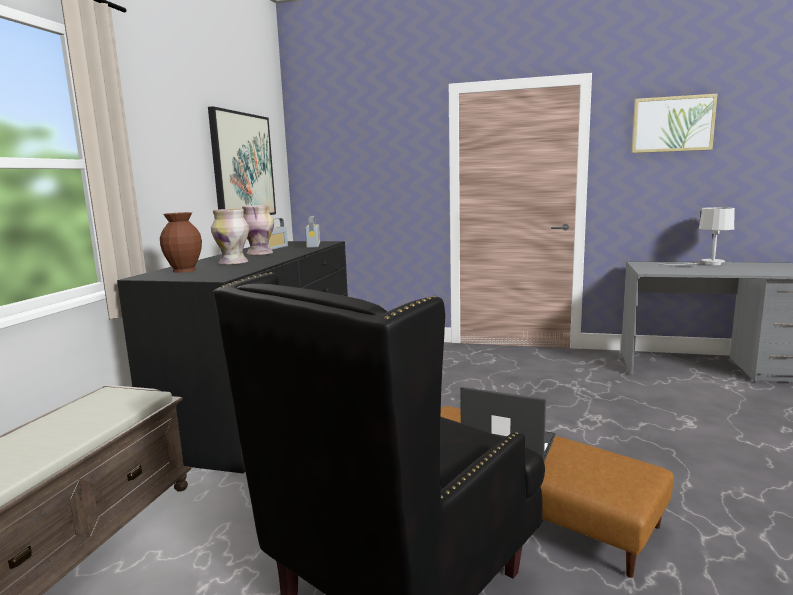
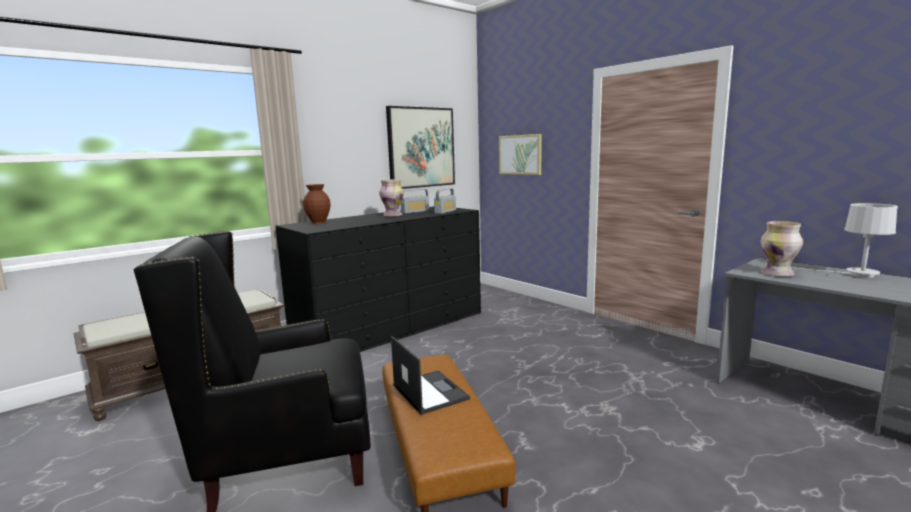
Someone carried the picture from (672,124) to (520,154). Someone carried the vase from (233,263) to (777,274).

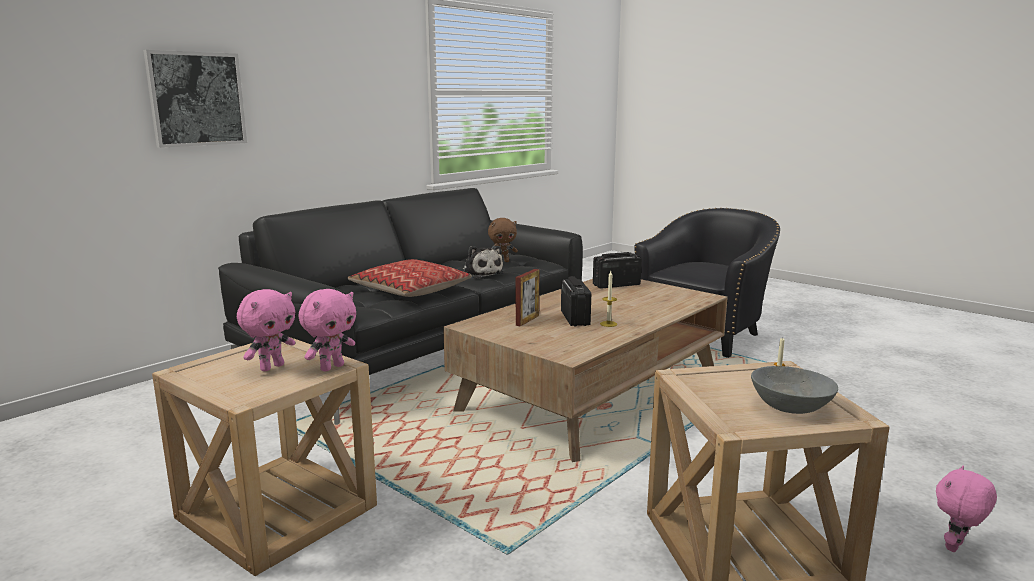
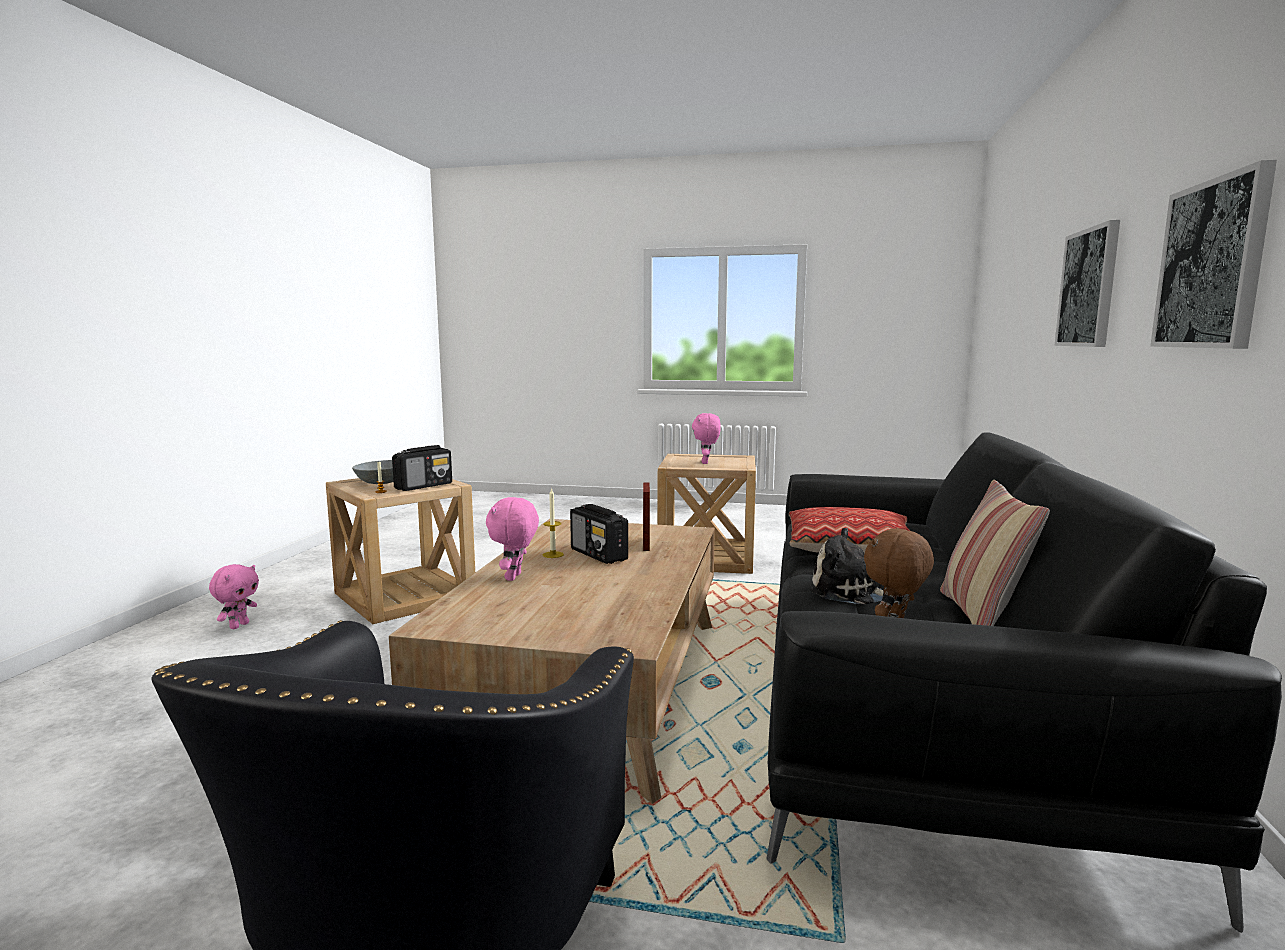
Someone carried the radio from (615,285) to (424,486). Someone carried the pink plush toy from (331,367) to (514,577). Someone put up the picture at (1212,265). Someone put down the pillow at (981,616).

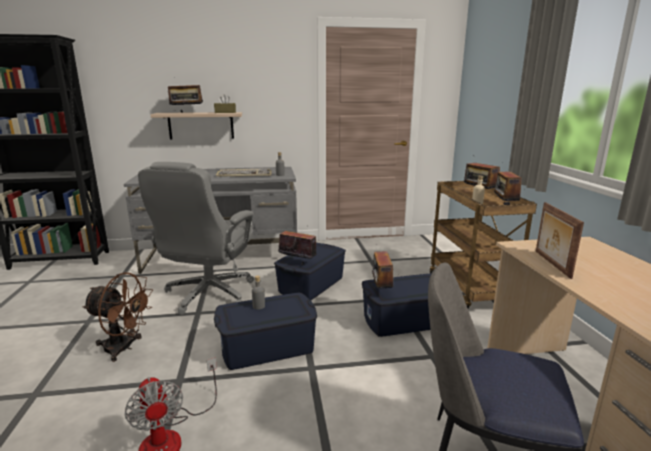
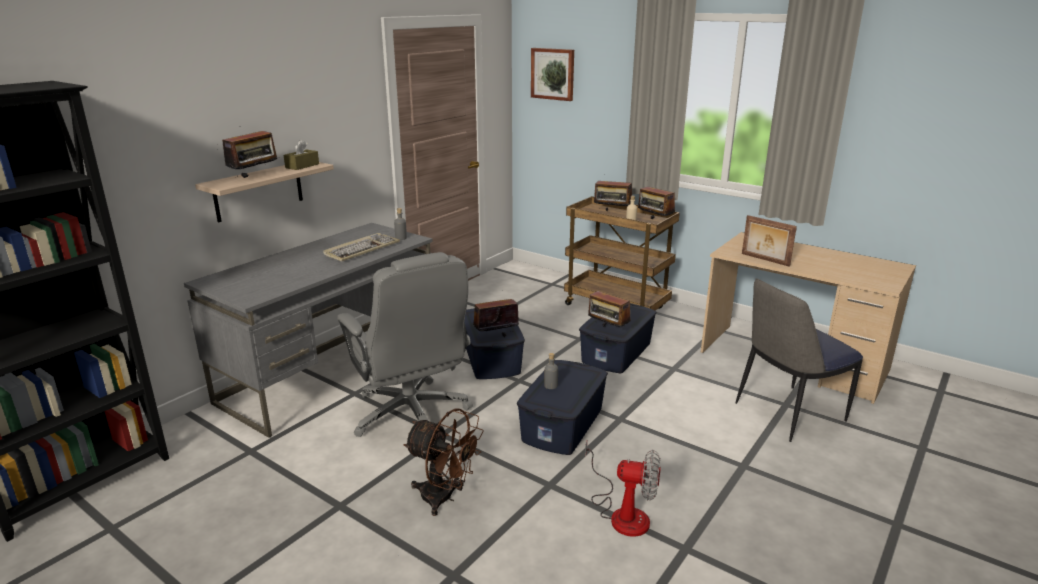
Someone rotated the brown fan at (124,348) by 60 degrees clockwise. Someone put up the picture at (553,74).

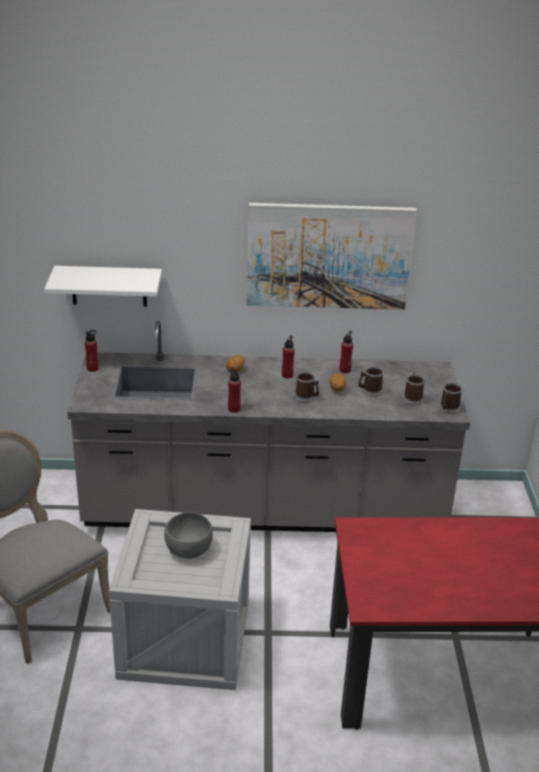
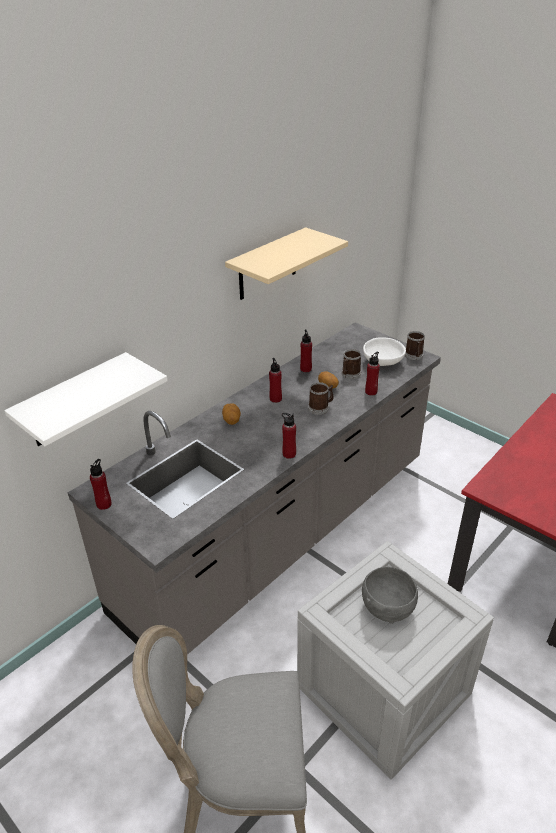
Someone swapped the picture at (328,256) for the beige shelf at (267,265). Someone swapped the mug at (412,398) for the white bowl at (382,362). Someone put down the red bottle at (371,392).

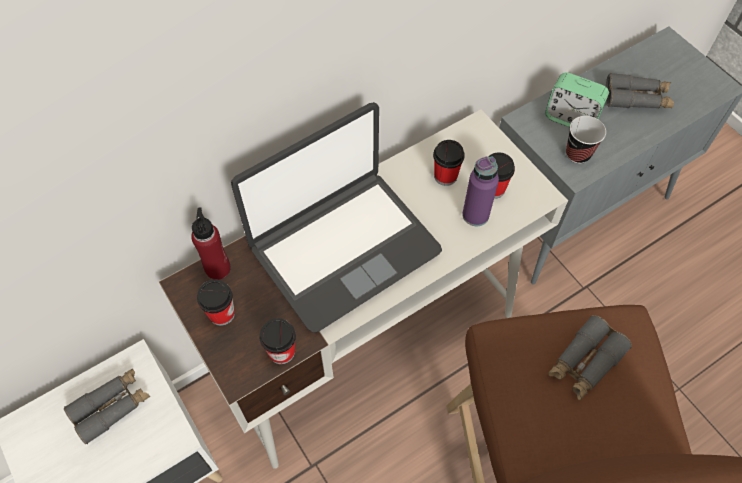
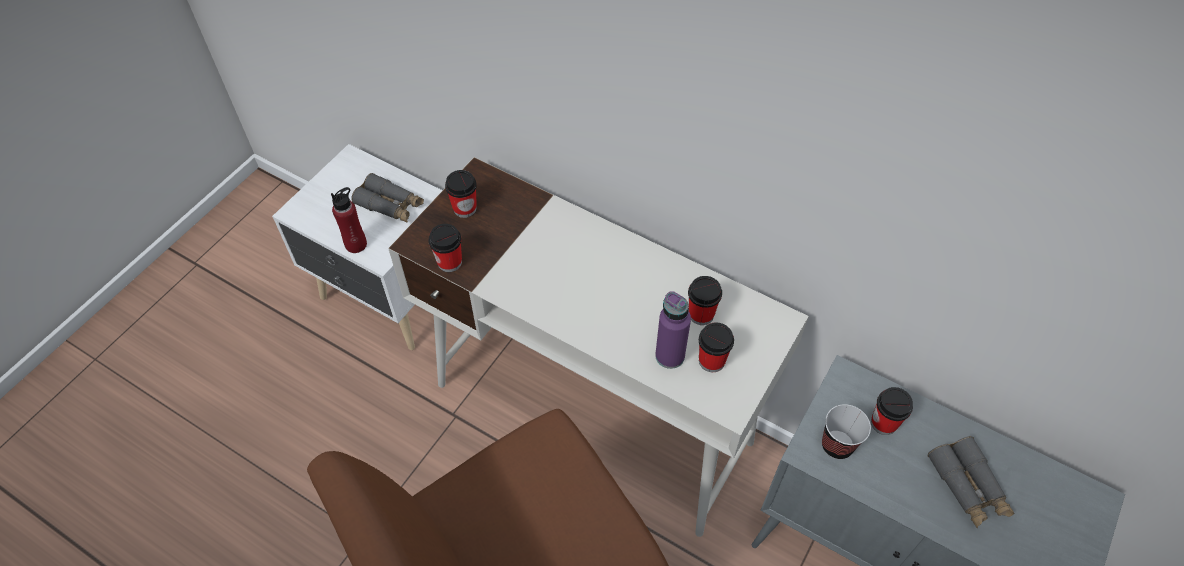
Someone swapped the alarm clock at (570,118) for the cup at (883,423). Someone took away the laptop at (343,248). Someone carried the red bottle from (218,268) to (356,244). Someone took away the grey binoculars at (585,362).

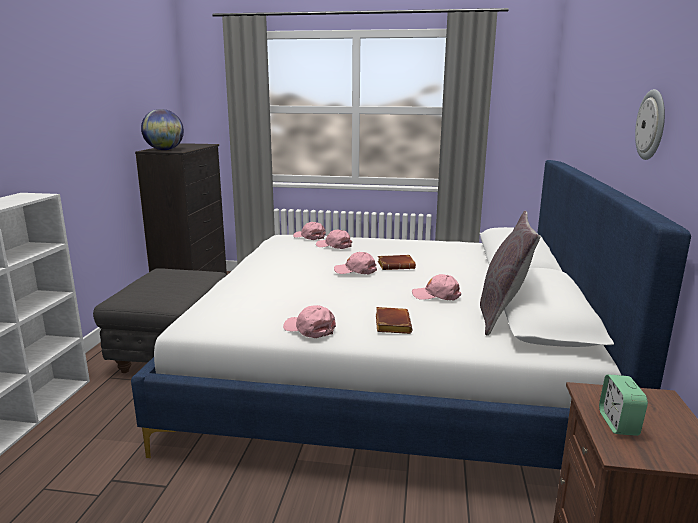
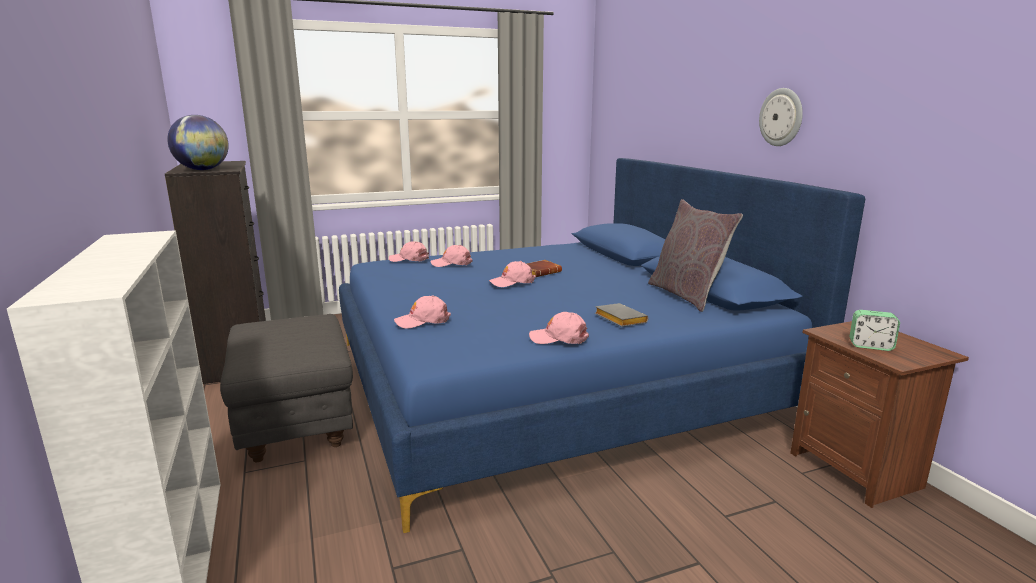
Someone repainted the white bed at (391,371), which became the blue bed at (550,380). Someone carried the pink cap from (436,295) to (423,320). Someone repainted the brown book at (391,324), which became the grey book at (618,319). Someone rotated the alarm clock at (618,424) by 45 degrees counterclockwise.

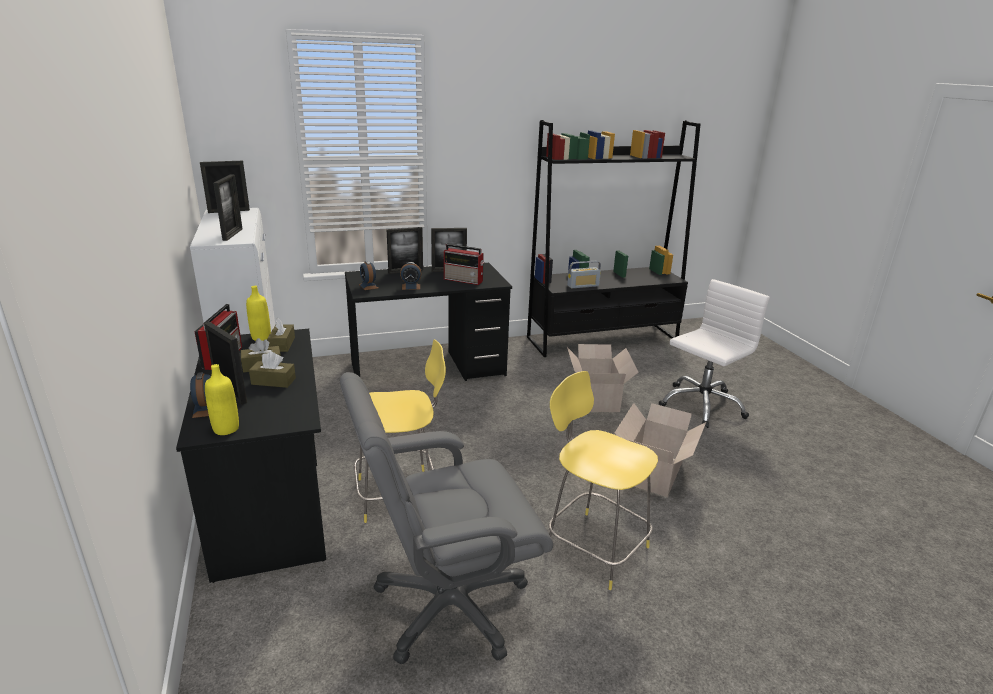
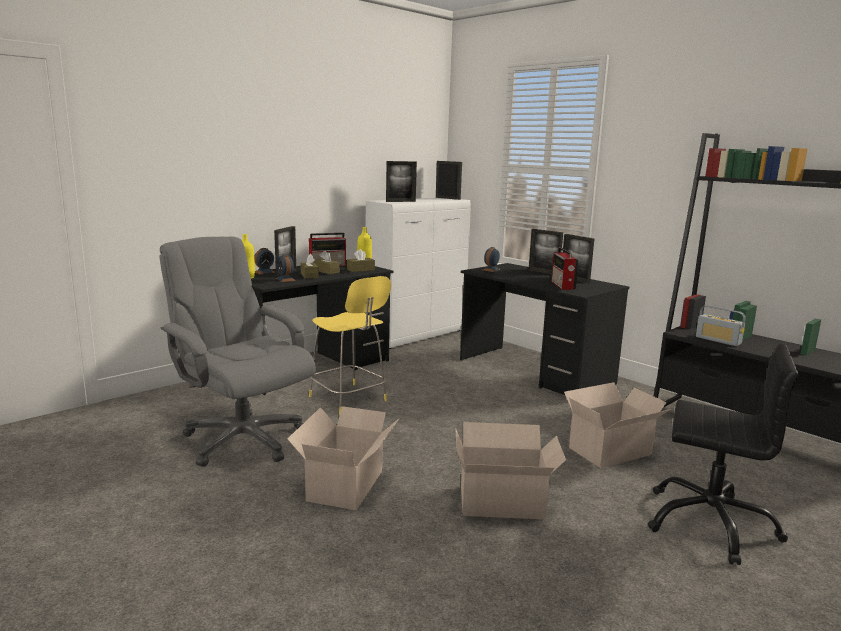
Someone carried the alarm clock from (411,287) to (285,279). Someone repainted the white office chair at (701,405), which became the black office chair at (710,523). Someone swapped the yellow stool at (594,546) for the cardboard box at (347,484).

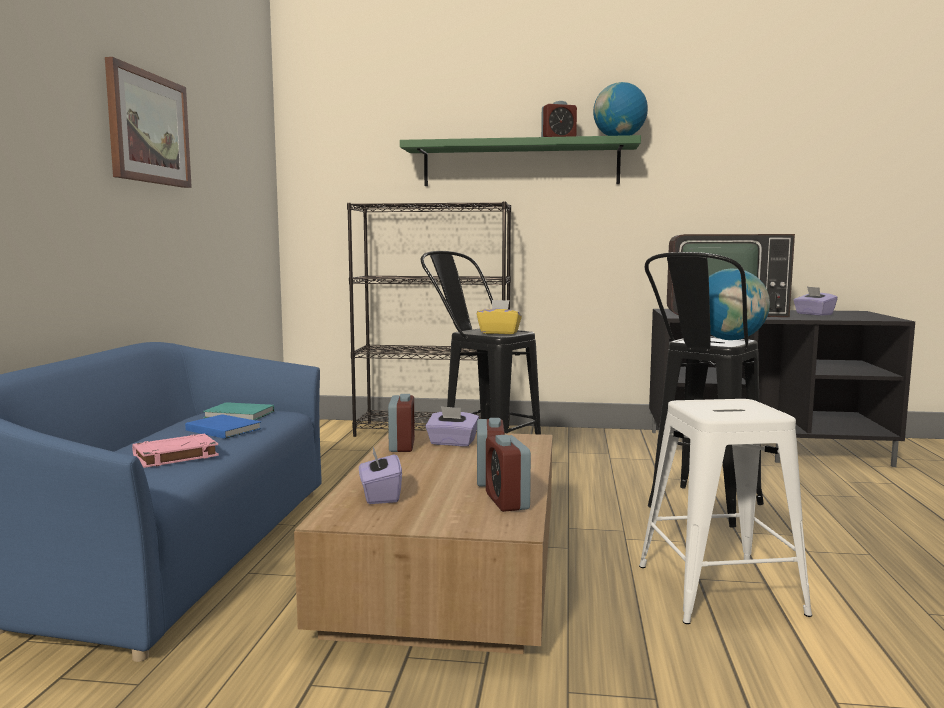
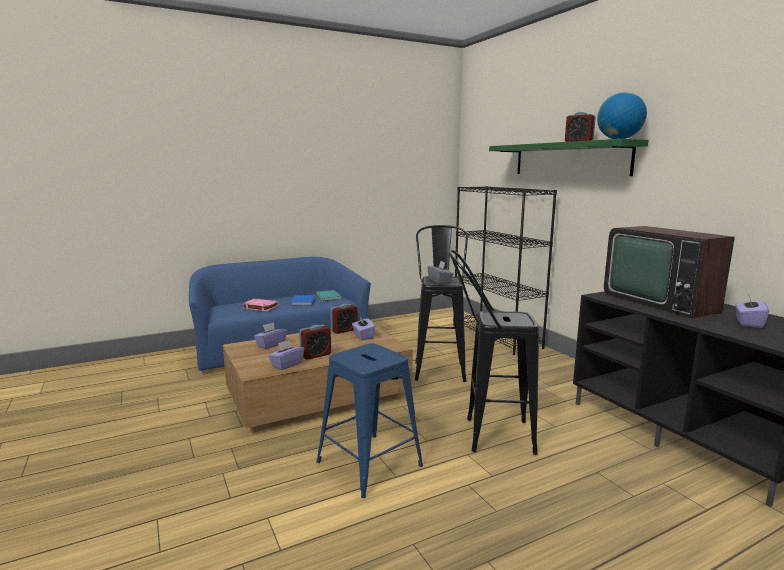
Someone took away the picture at (148,128). Someone took away the globe at (729,340). Someone repainted the yellow tissue box at (499,332), which became the grey tissue box at (440,281). Someone repainted the white stool at (719,590), which became the blue stool at (368,463). Someone swapped the alarm clock at (507,501) for the purple tissue box at (287,365).

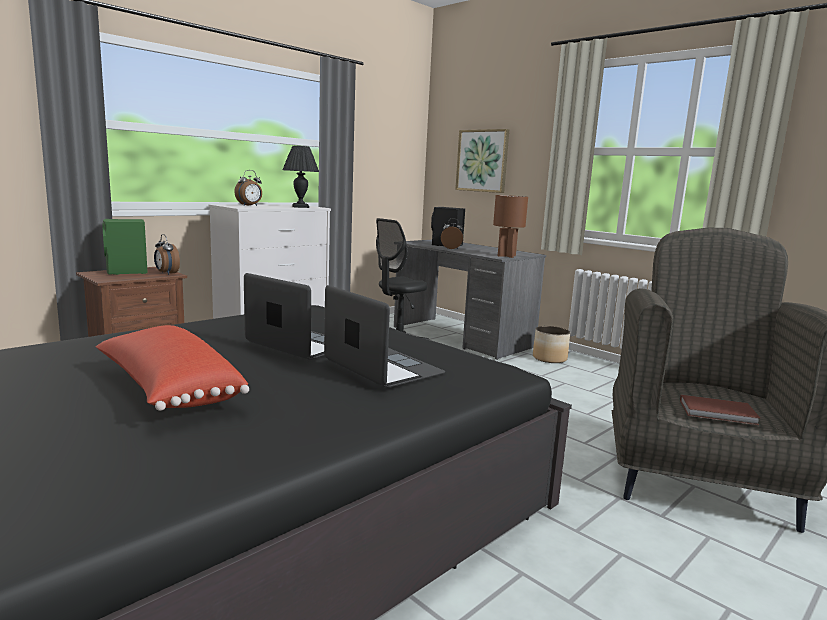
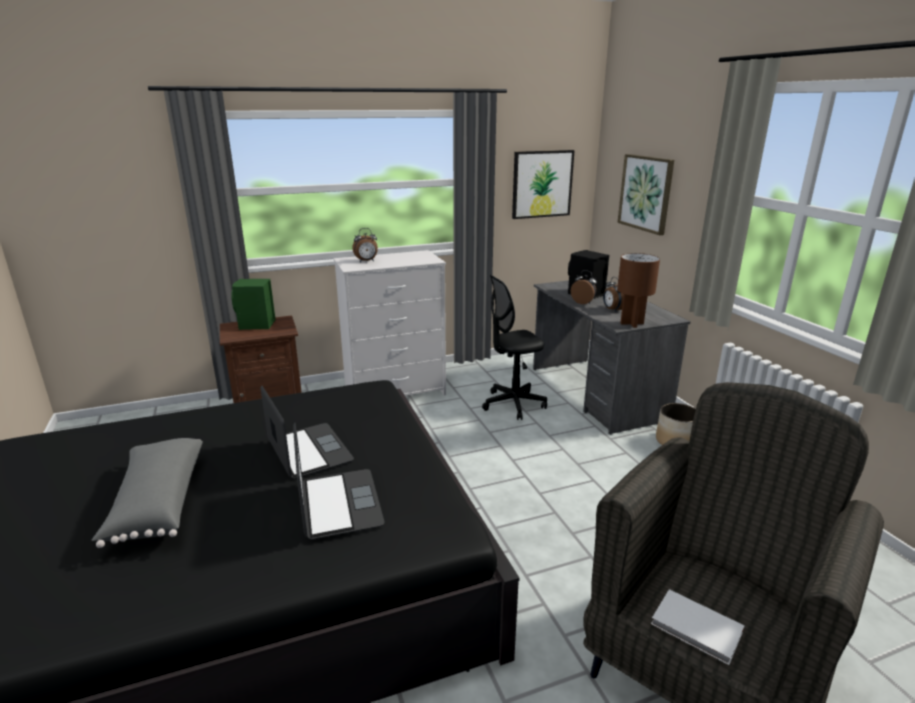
Someone took away the black table lamp at (300,207). Someone carried the alarm clock from (166,273) to (612,310). Someone repainted the red pillow at (168,390), which became the grey pillow at (157,503). Someone repainted the brown book at (719,413), which became the white book at (697,629). Someone put up the picture at (542,184).

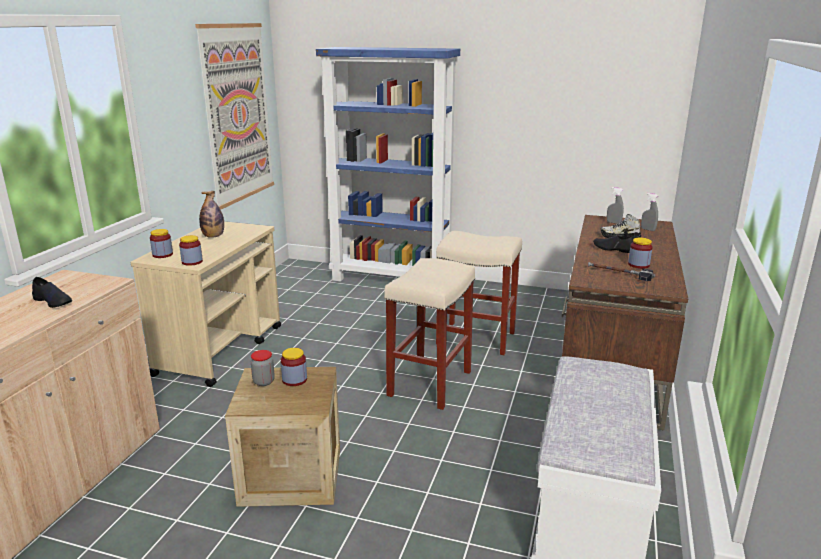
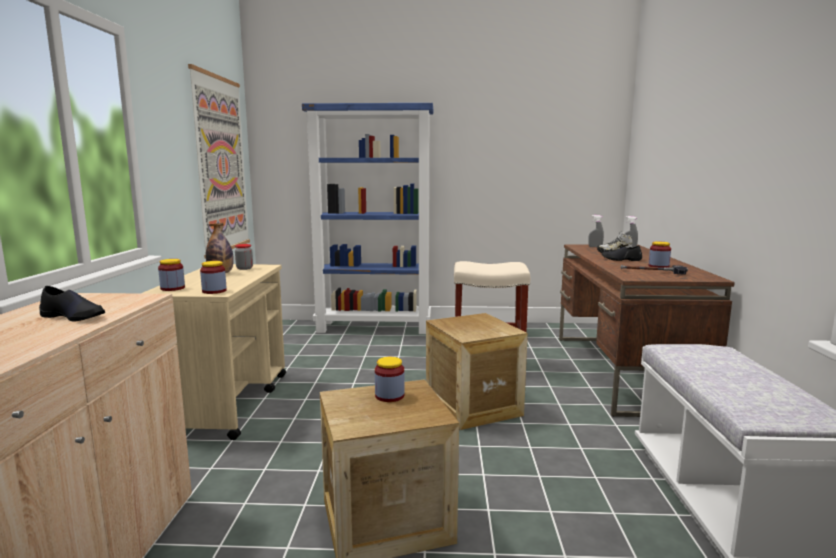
Someone swapped the beige stool at (430,382) for the crate at (473,406). Someone carried the jar from (263,382) to (244,268).

